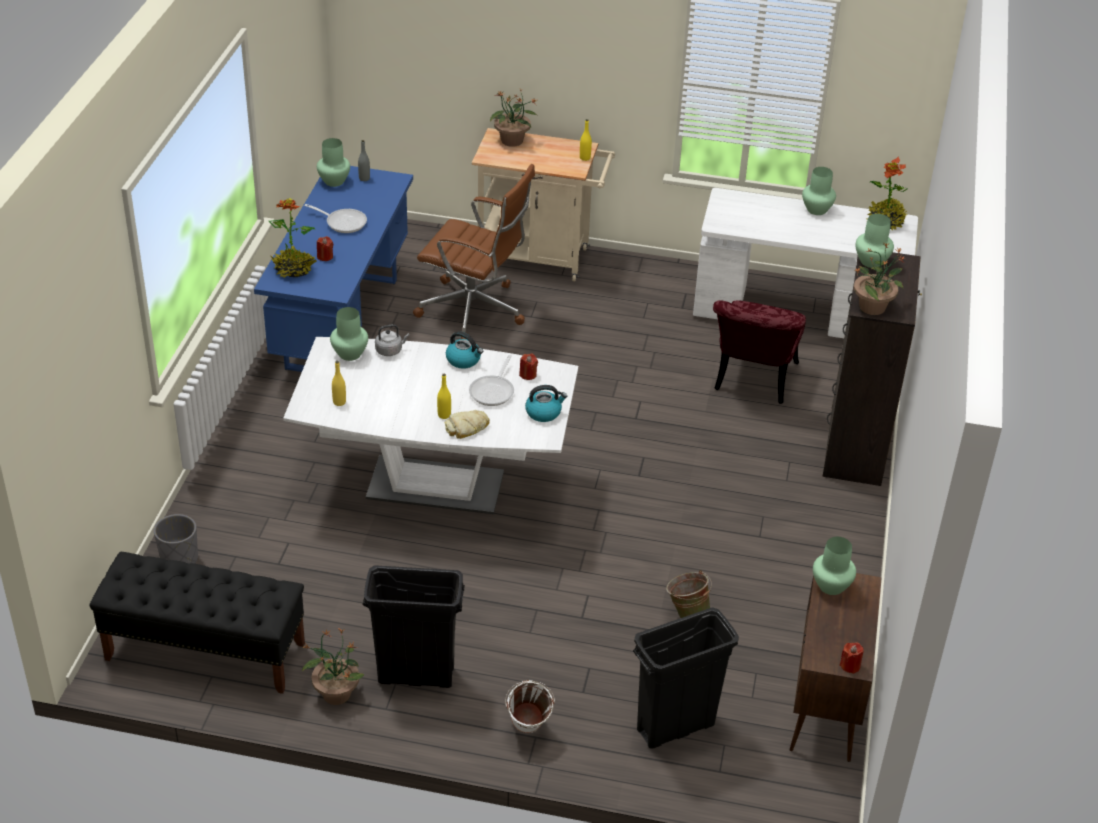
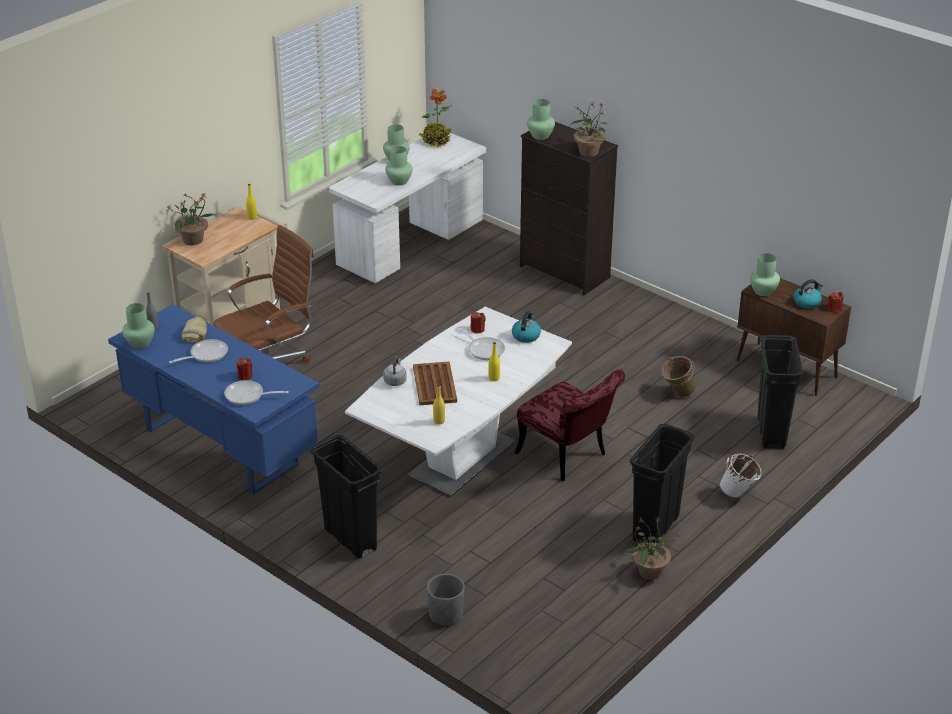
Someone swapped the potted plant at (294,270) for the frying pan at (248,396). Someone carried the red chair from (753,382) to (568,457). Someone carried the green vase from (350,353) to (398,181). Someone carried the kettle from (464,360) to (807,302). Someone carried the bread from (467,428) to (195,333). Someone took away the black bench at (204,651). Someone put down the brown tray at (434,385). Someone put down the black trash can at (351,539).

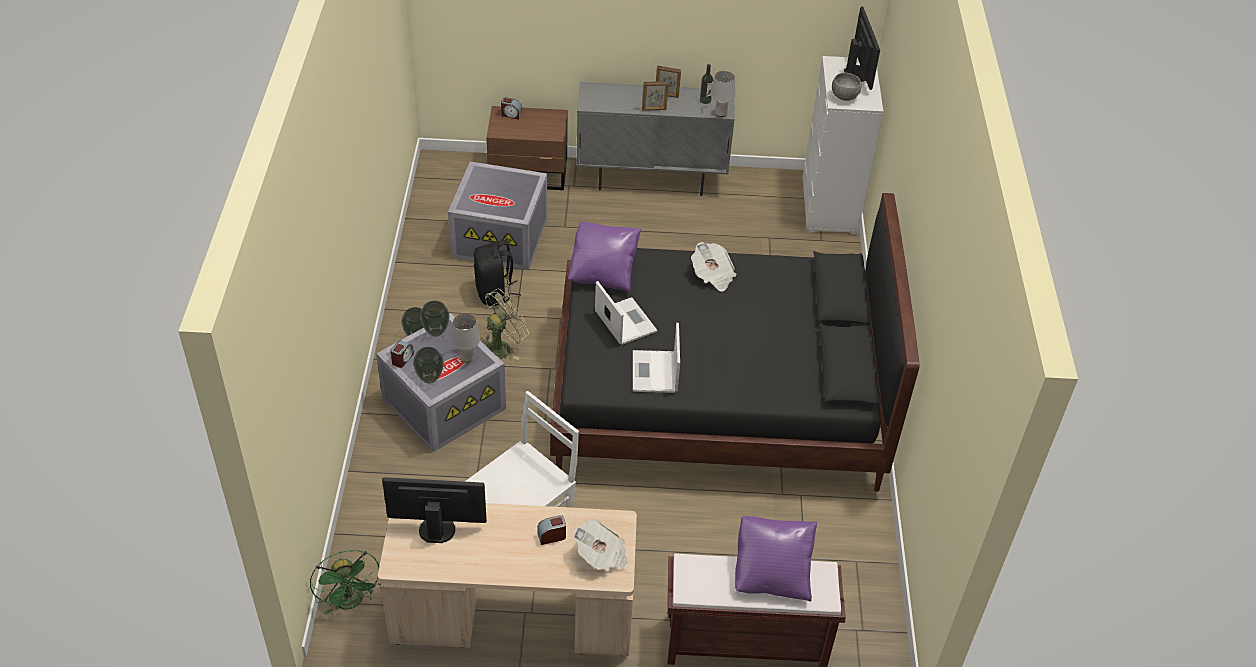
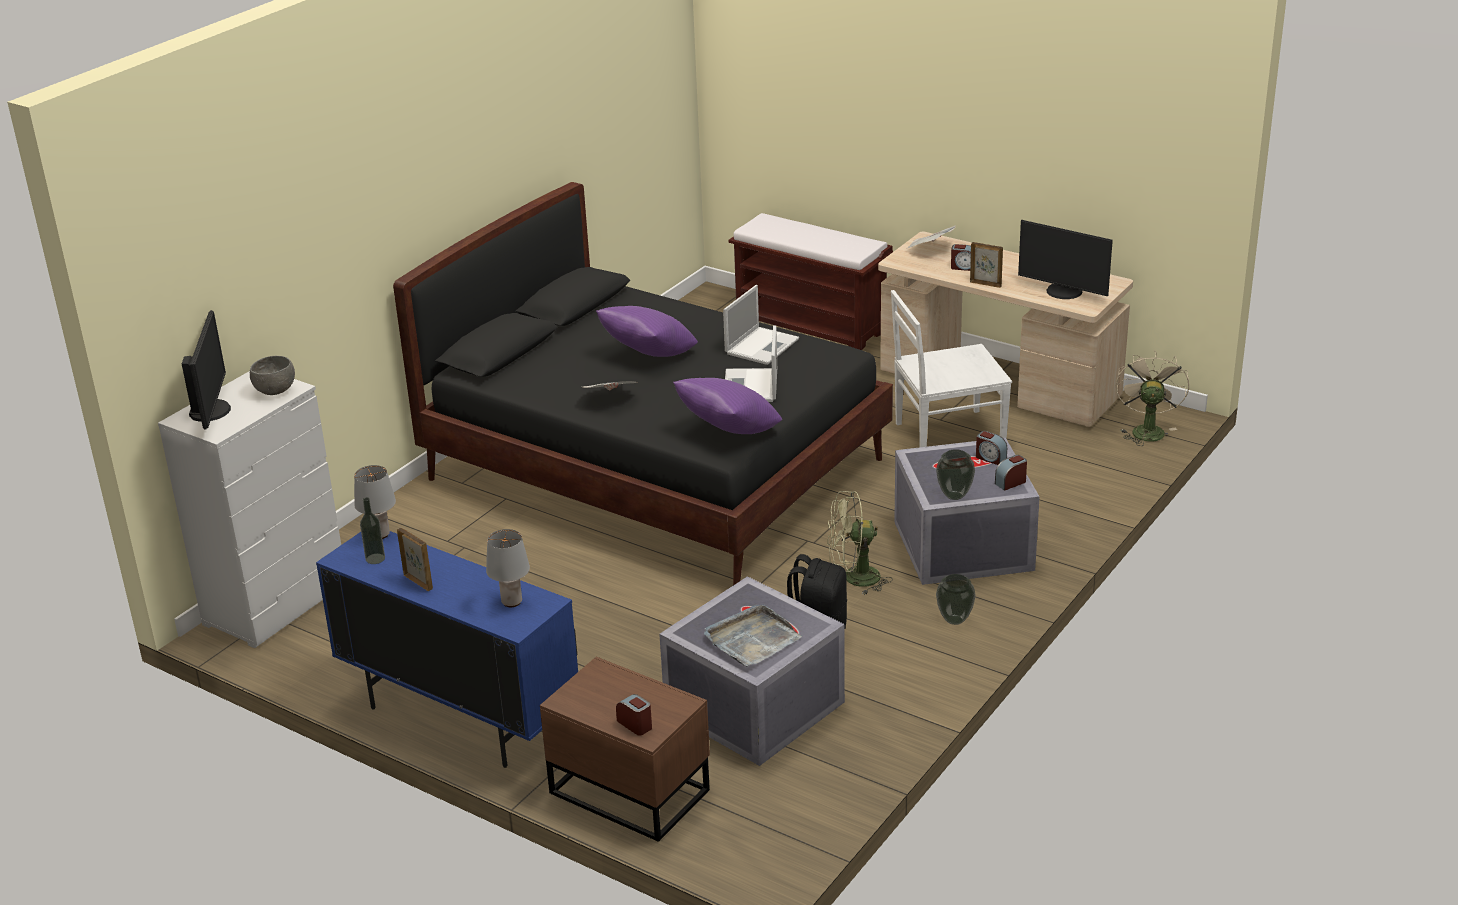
Someone rotated the monitor at (858,73) by 150 degrees clockwise. Someone carried the picture frame from (654,109) to (985,284). Someone repainted the grey cabinet at (651,179), which became the blue cabinet at (459,718). Someone carried the grey table lamp from (466,358) to (512,602). Someone swapped the vase at (429,379) for the alarm clock at (990,458). Someone carried the purple pillow from (772,573) to (649,356). Someone repainted the green fan at (351,602), which became the beige fan at (1146,430). Someone put down the grey tray at (751,639).

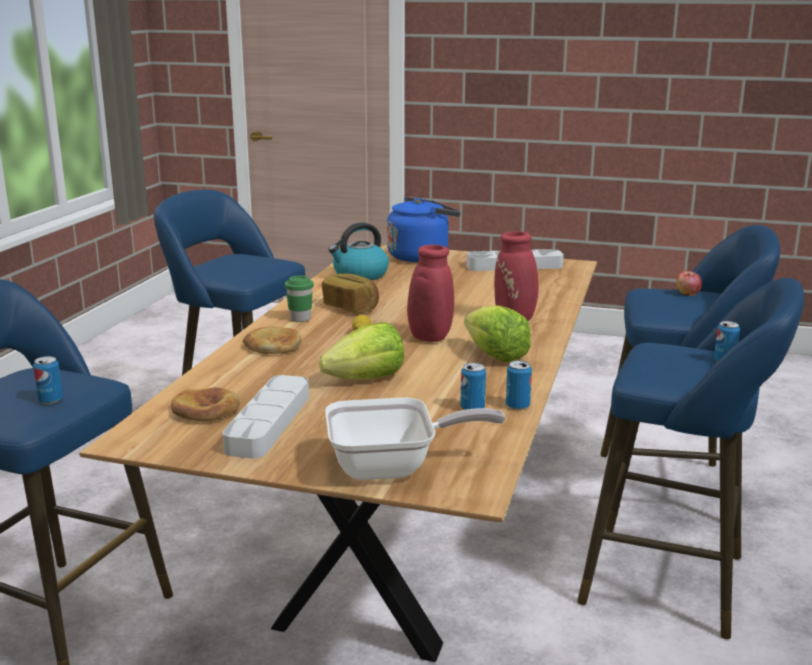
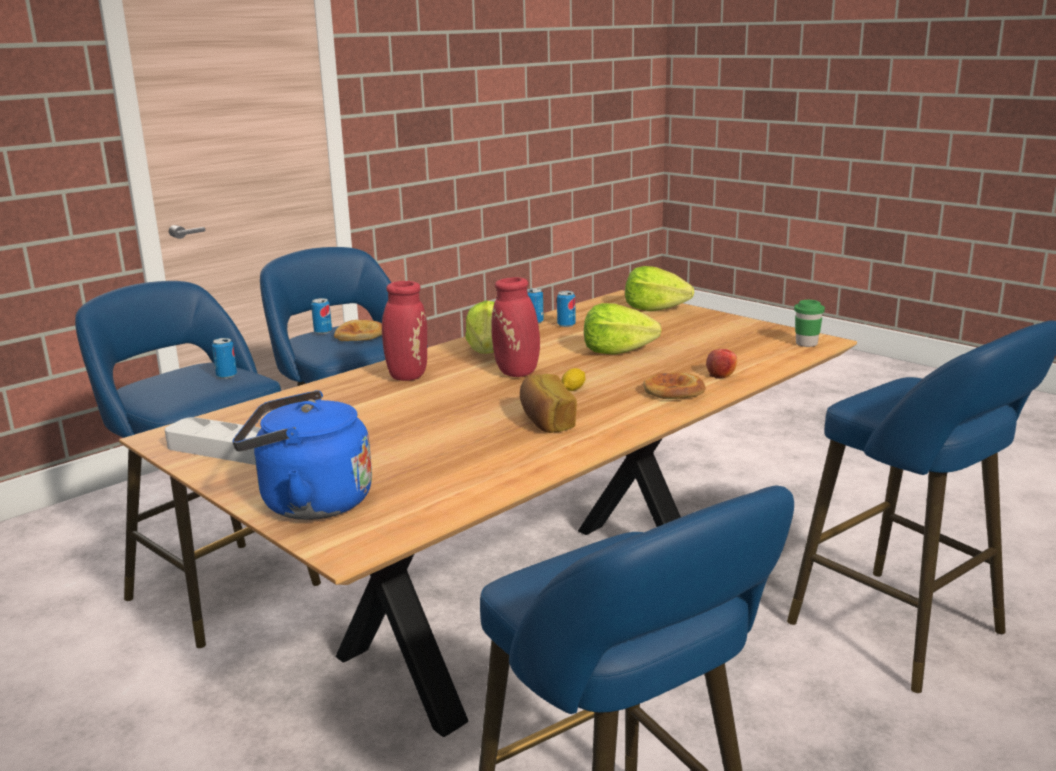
Someone took away the kettle at (360,275). Someone carried the apple from (687,293) to (721,375). Someone carried the green cup from (300,319) to (806,344). Someone carried the can from (50,400) to (226,376). Someone took away the grey tray at (269,422). Someone carried the bread from (206,410) to (360,335). Someone swapped the frying pan at (393,467) for the lettuce at (654,309).

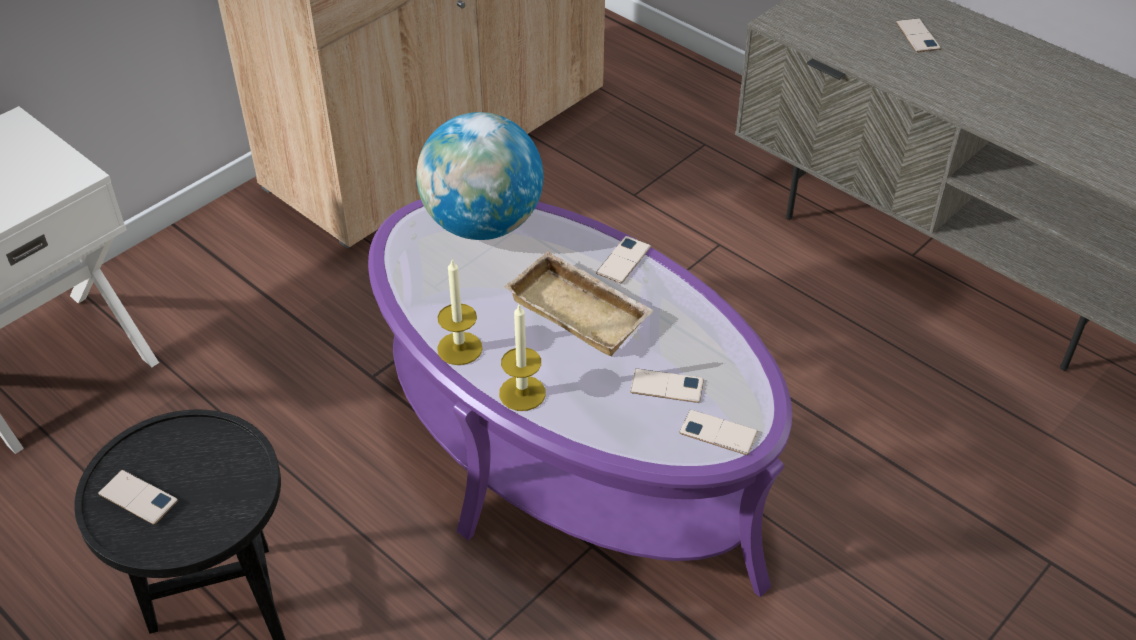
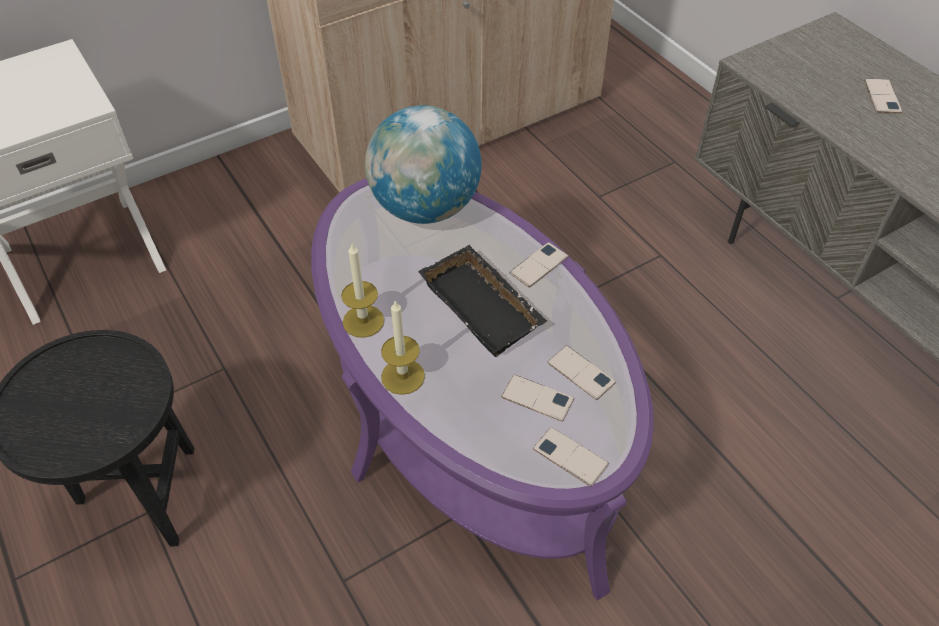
Someone repainted the beige tray at (582,310), which became the black tray at (485,306). Someone carried the phone from (138,497) to (581,372).

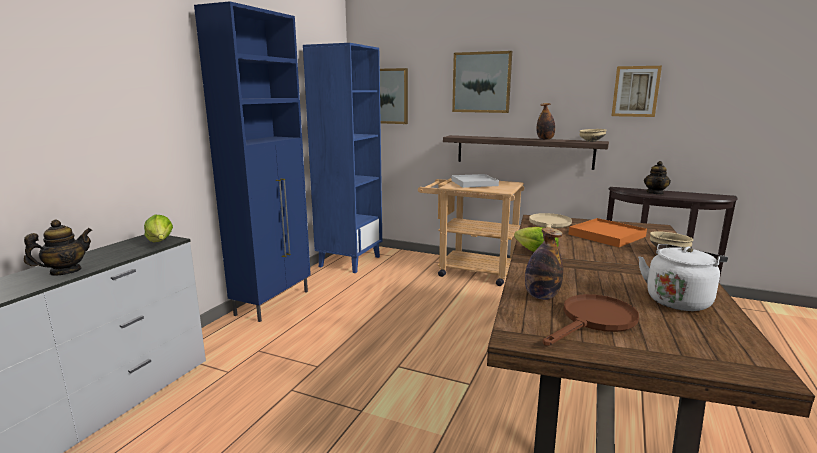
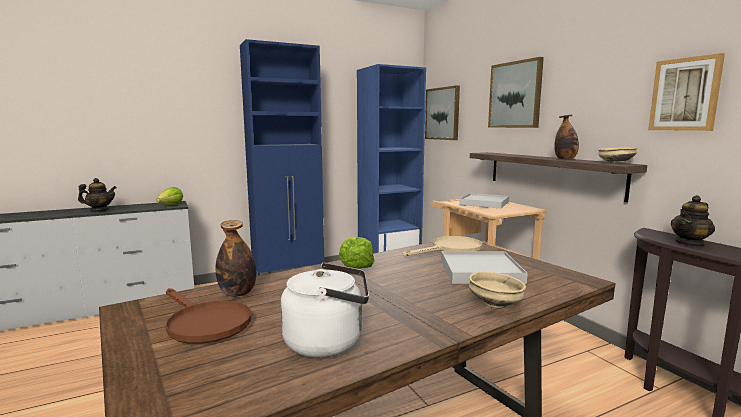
Someone repainted the orange tray at (606,235), which became the white tray at (480,271). Someone rotated the brown frying pan at (594,321) by 45 degrees clockwise.

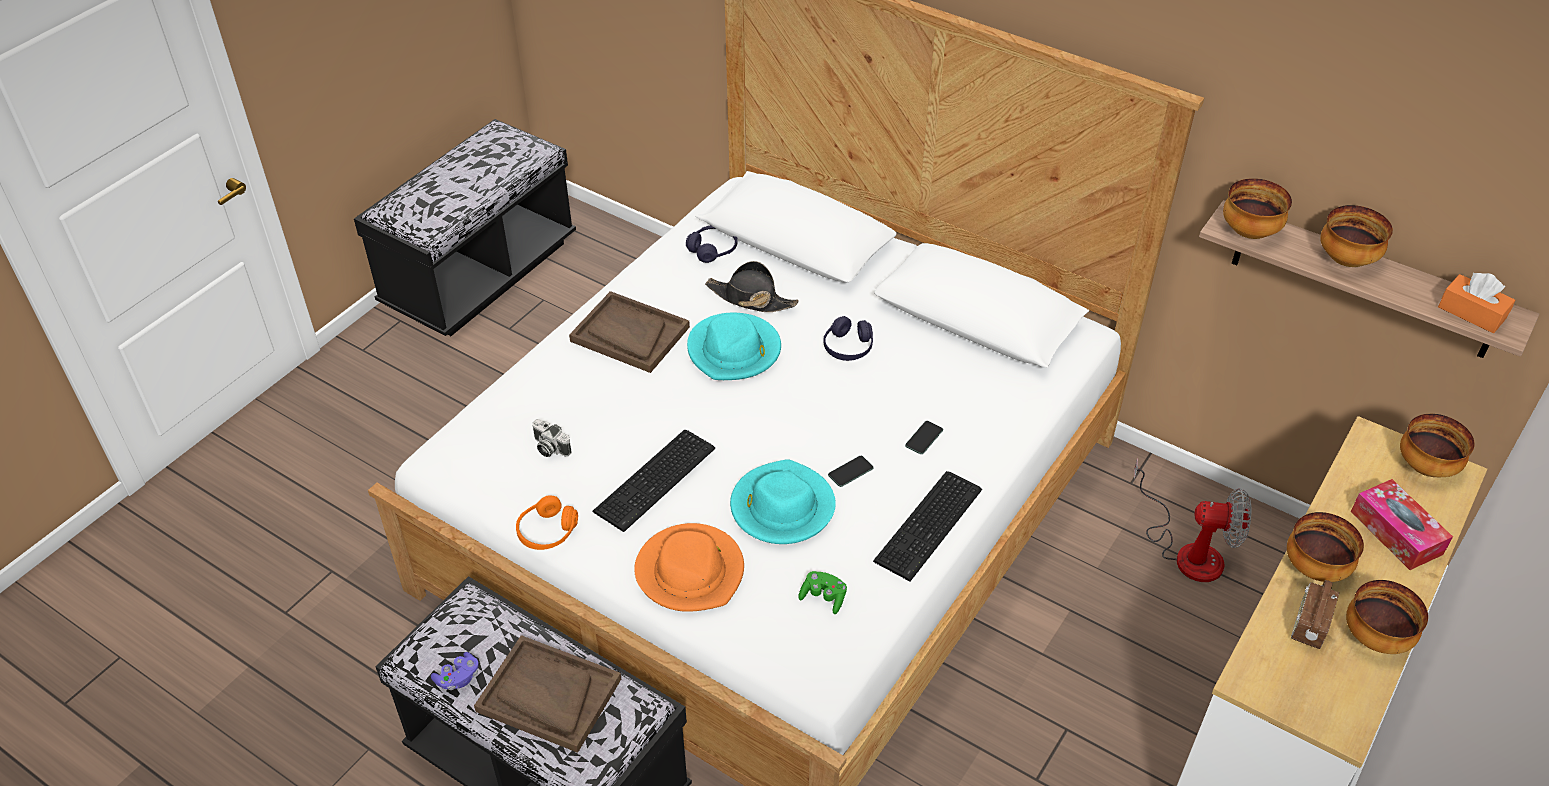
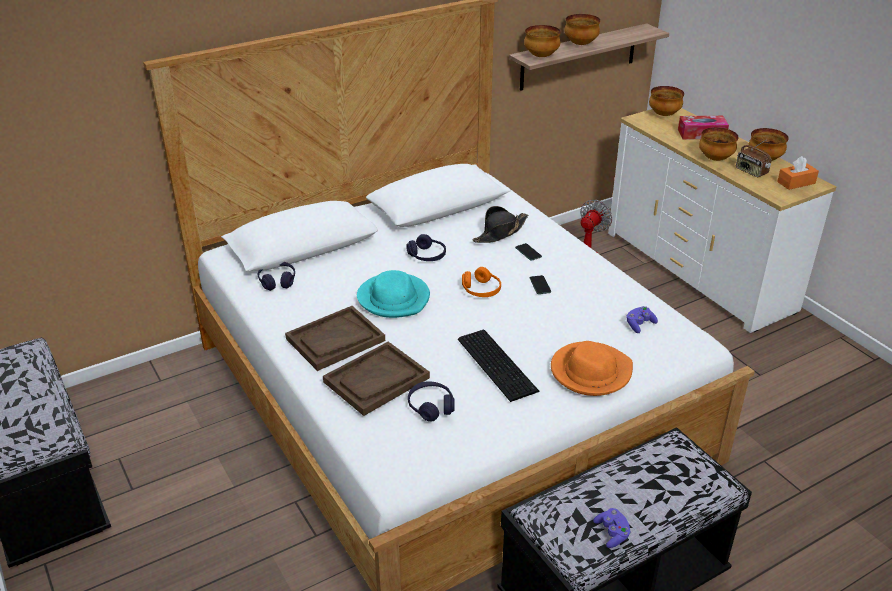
Someone carried the black hat from (750,298) to (500,232). Someone carried the orange tissue box from (1471,313) to (796,182). Someone swapped the photo camera at (549,448) for the purple headphones at (431,406). Someone took away the turquoise hat at (782,507). Someone took away the keyboard at (931,525). Someone carried the orange headphones from (547,531) to (481,290). Someone repainted the green game controller at (823,597), which became the purple game controller at (639,325). Someone carried the brown tray from (548,695) to (376,380).

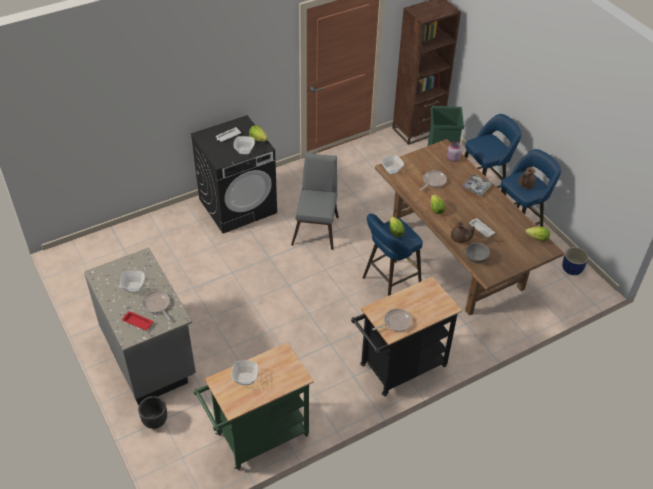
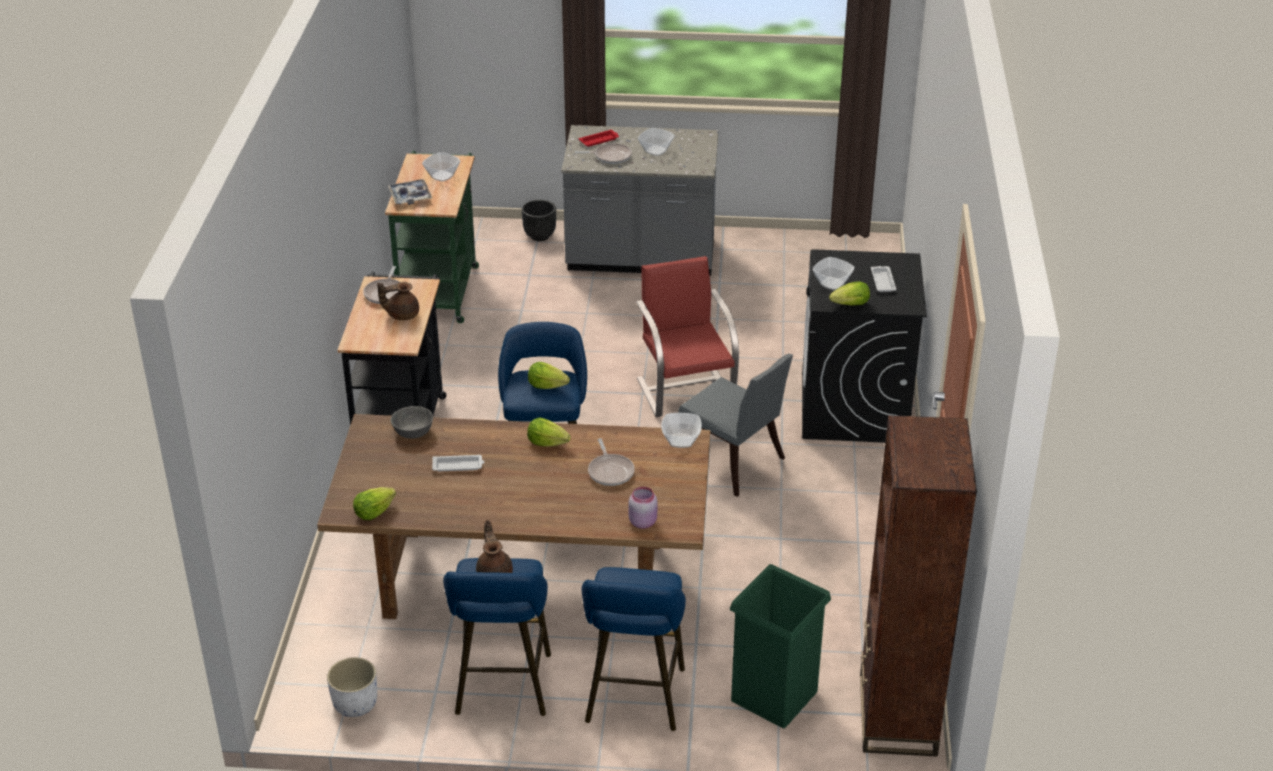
Someone carried the tray from (476,187) to (410,196). Someone carried the brown teapot from (460,239) to (402,314). Someone repainted the blue planter at (572,269), which became the white planter at (354,704). Someone put down the red chair at (685,390).

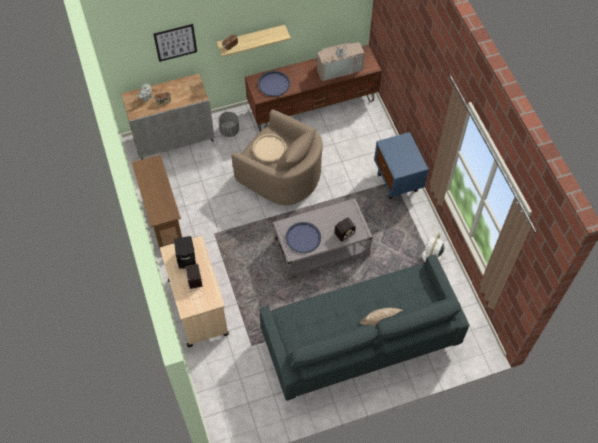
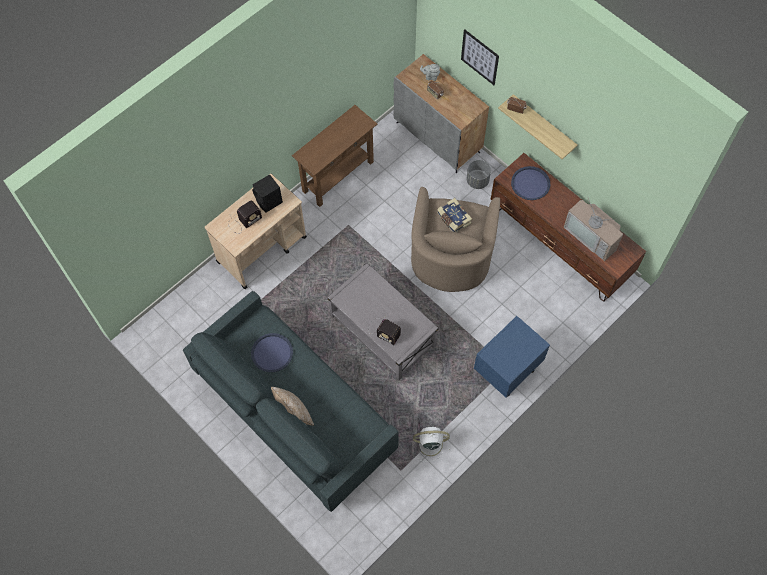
Someone swapped the beige tray at (269,148) for the book at (453,219). Someone carried the blue tray from (303,238) to (272,353).

